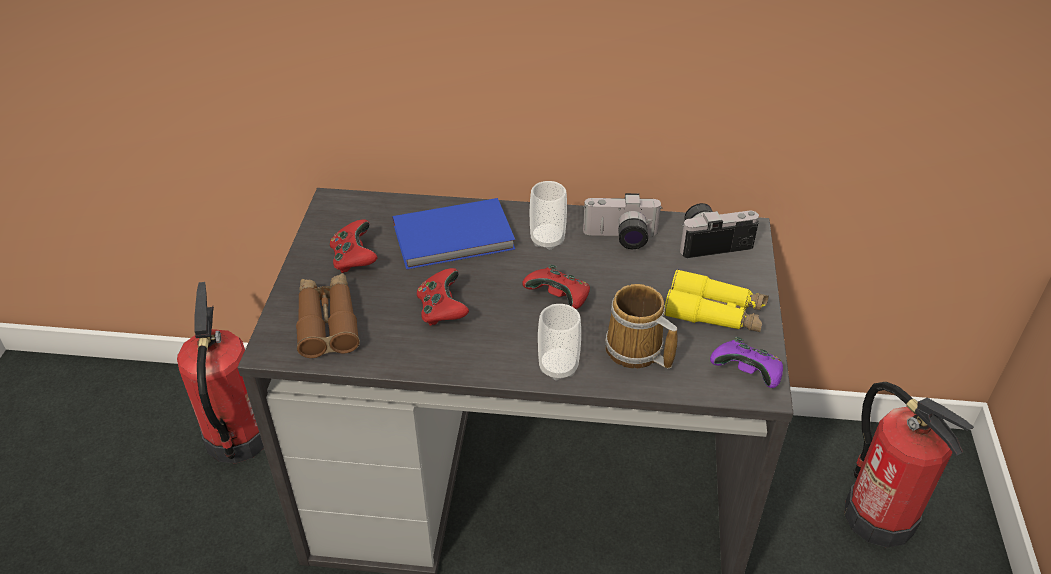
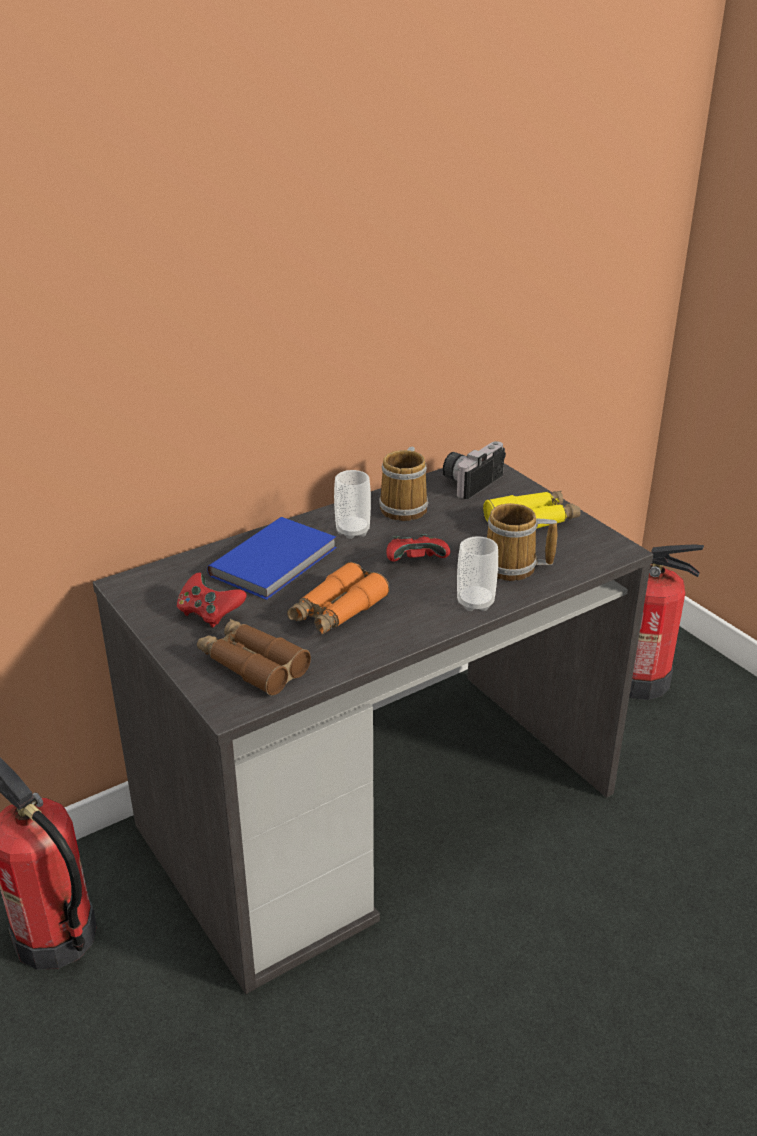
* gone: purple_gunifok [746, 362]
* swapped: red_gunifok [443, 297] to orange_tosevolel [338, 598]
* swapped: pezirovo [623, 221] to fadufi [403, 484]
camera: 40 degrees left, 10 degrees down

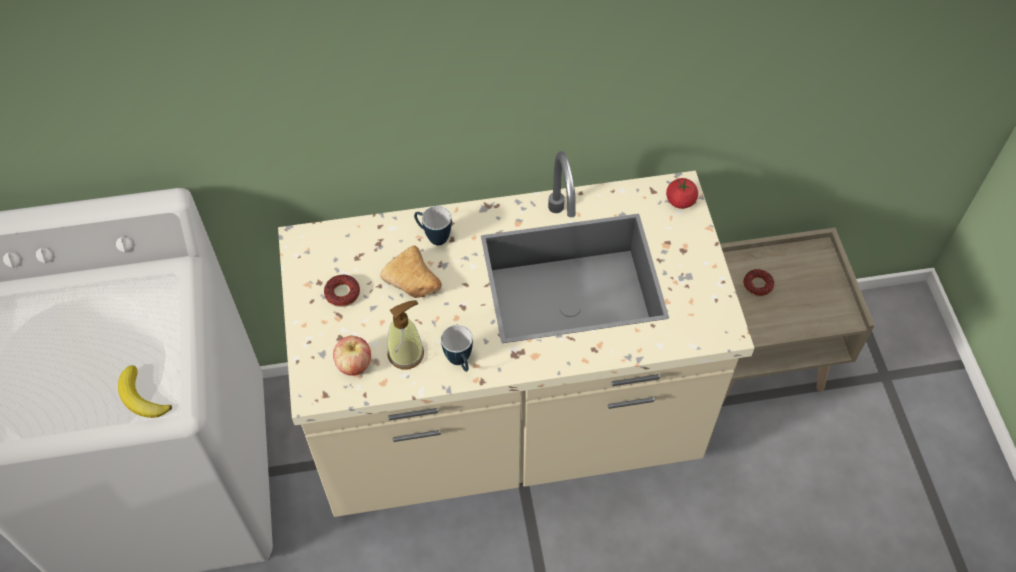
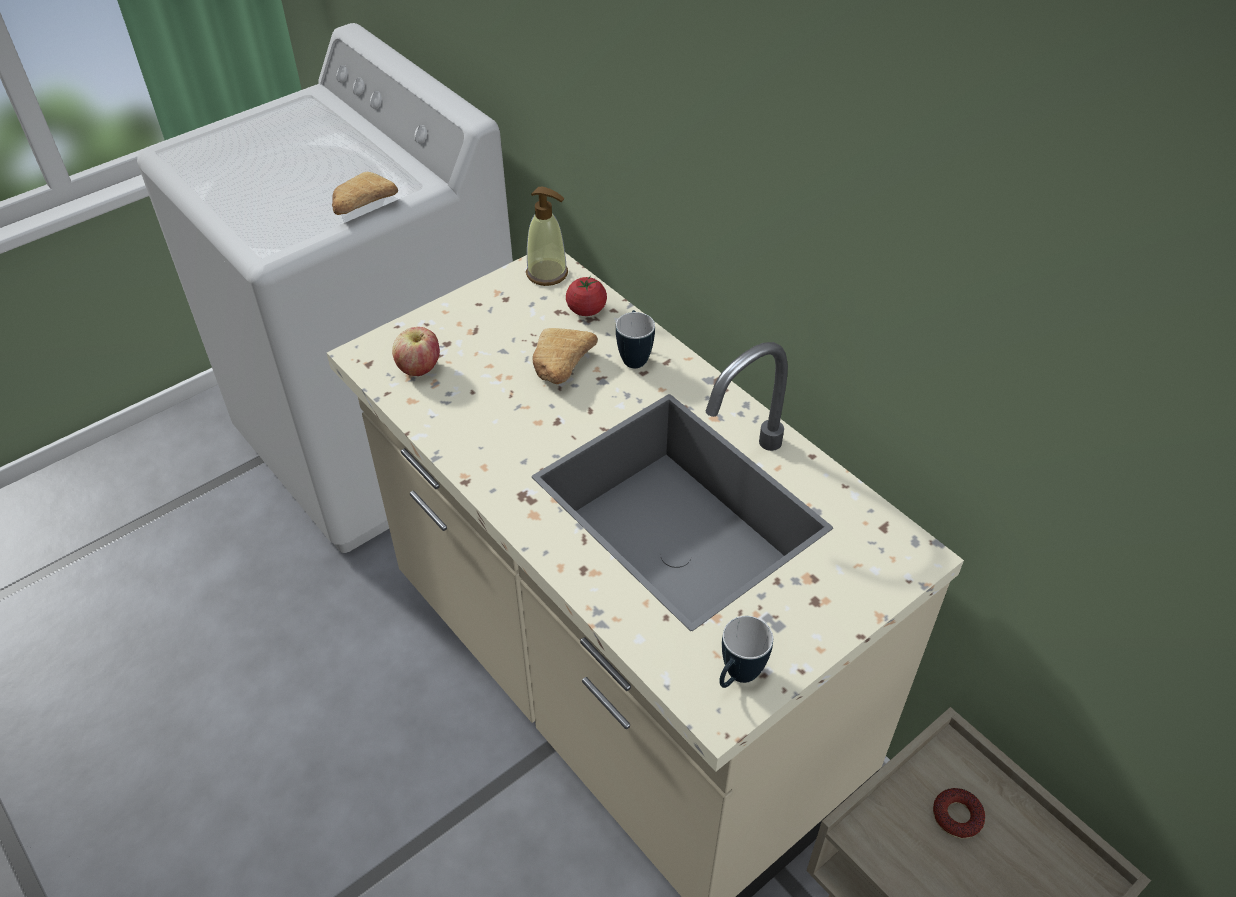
* gone: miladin [145, 392]
* gone: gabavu [342, 291]
* new: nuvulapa [365, 193]
* shifted: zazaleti [405, 334] to [547, 236]
* shifted: fadufi [457, 348] to [746, 652]
* shifted: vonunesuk [682, 193] to [586, 296]
camera: 60 degrees right, 10 degrees down

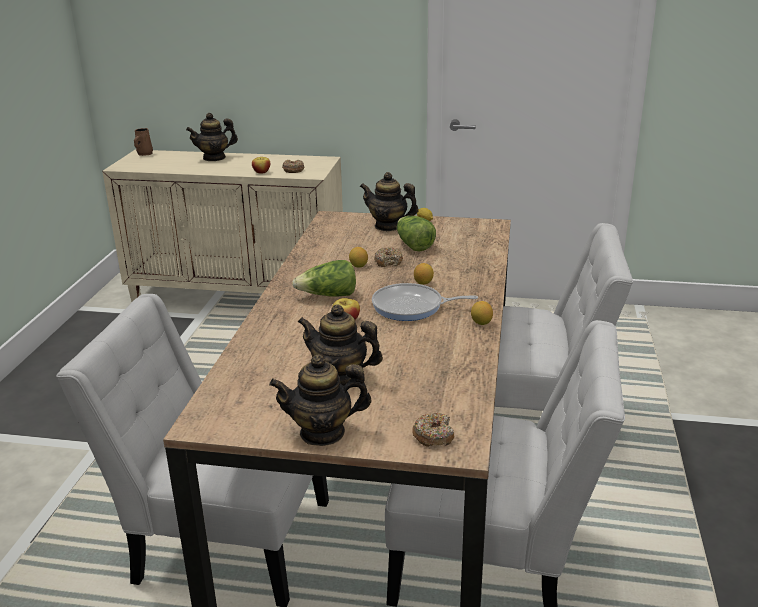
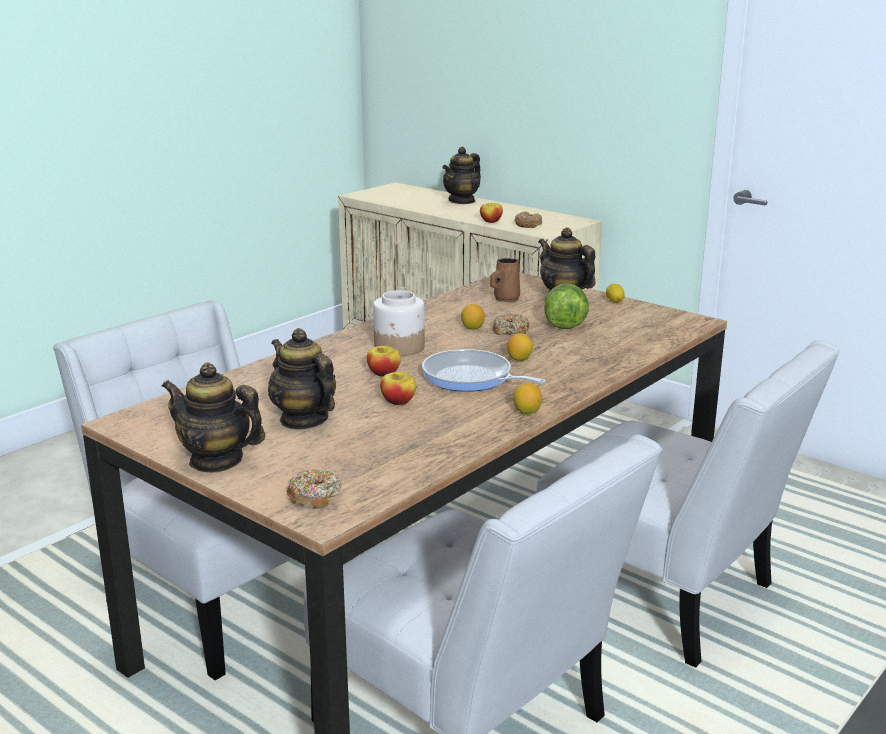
* new: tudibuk [398, 388]
* shifted: brown_fadufi [143, 142] to [505, 280]
* swapped: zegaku [324, 278] to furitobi [399, 323]
* rotated: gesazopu [212, 137] = [461, 175] 60 degrees counterclockwise
camera: 30 degrees right, 5 degrees down

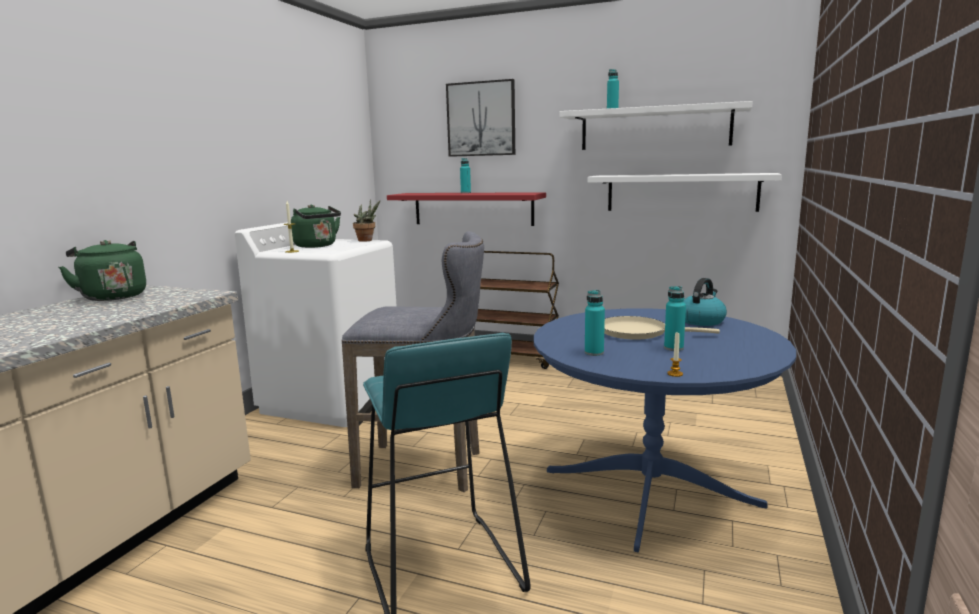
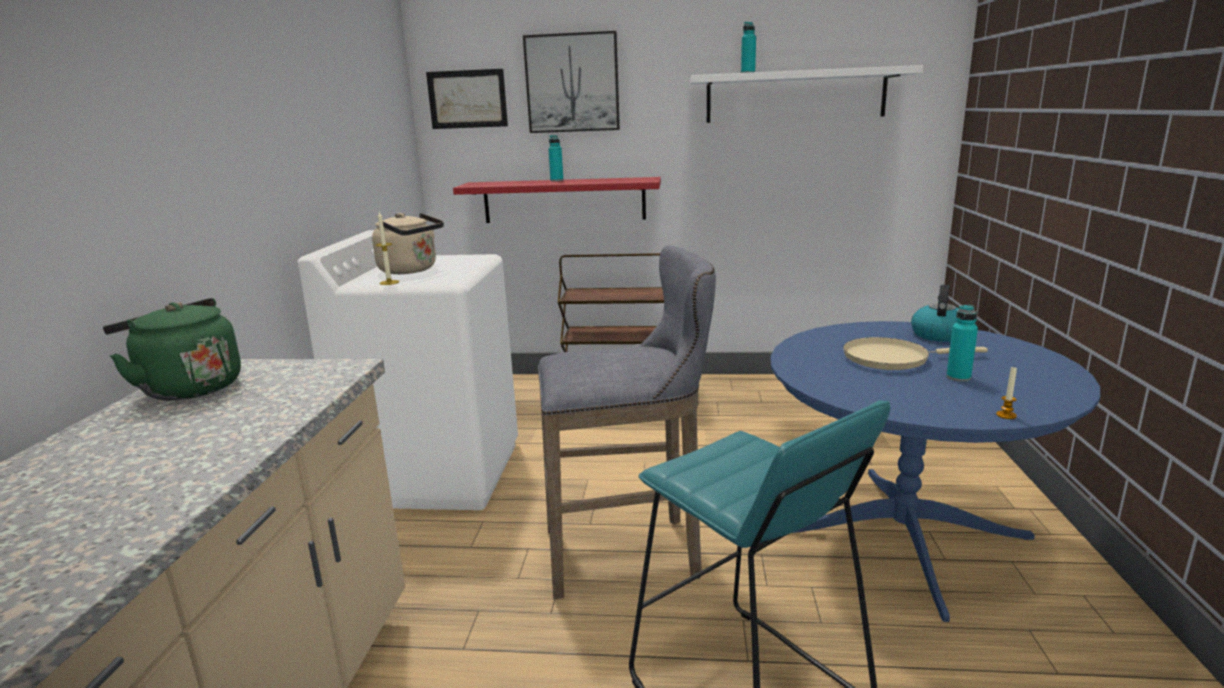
* gone: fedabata [366, 220]
* gone: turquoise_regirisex [595, 323]
* gone: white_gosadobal [684, 192]
* new: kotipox [467, 99]
* repainted: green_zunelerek [316, 226] to beige_zunelerek [408, 243]
camera: 15 degrees left, 5 degrees up

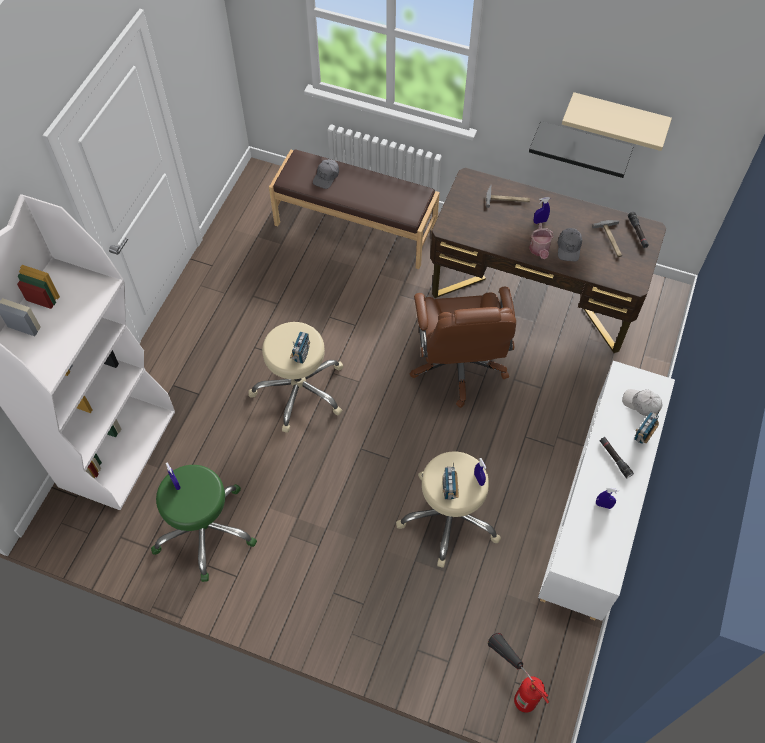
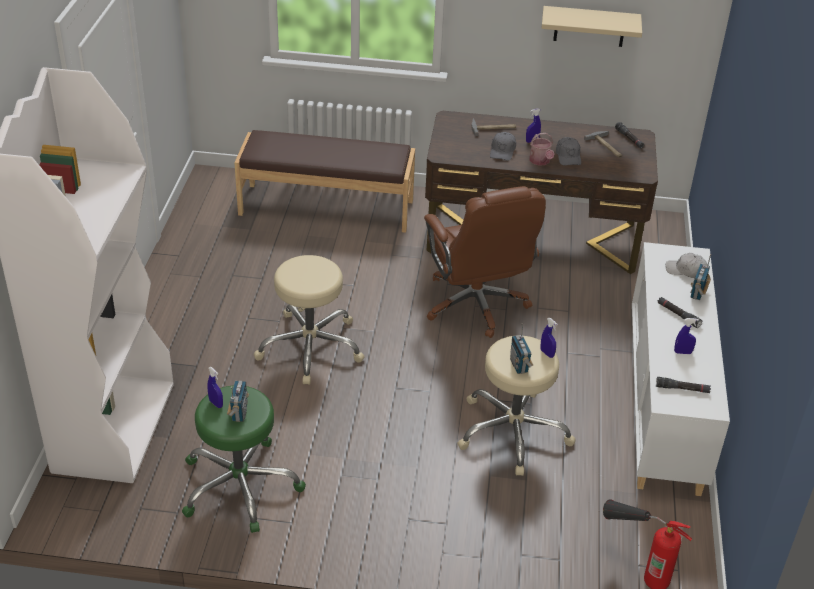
* gone: black_gosadobal [581, 149]
* new: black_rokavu [683, 385]
* shifted: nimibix [300, 347] to [238, 401]
* shifted: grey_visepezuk [326, 174] to [503, 146]
camera: 15 degrees left, 20 degrees down

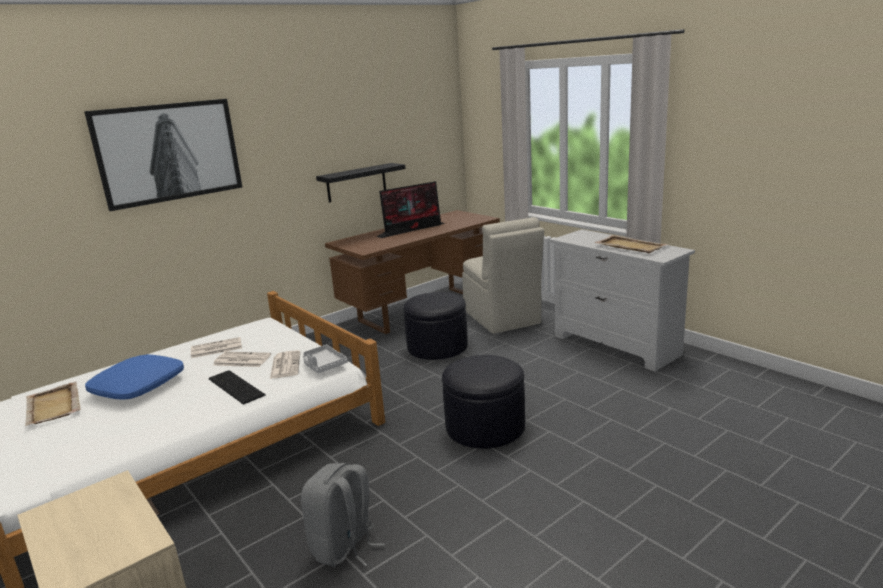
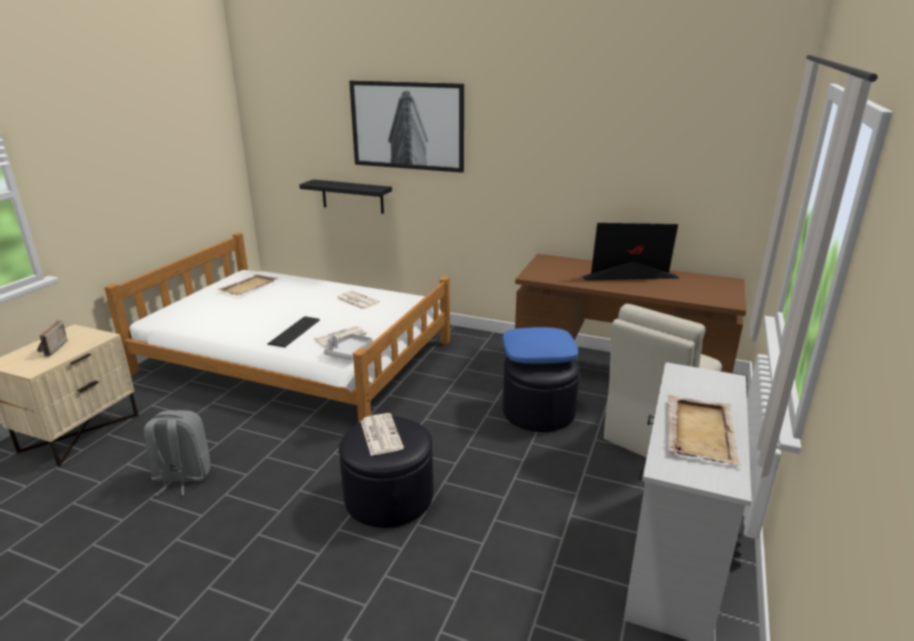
* new: nimibix [52, 338]
* shifted: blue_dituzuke [134, 377] to [540, 345]
* shifted: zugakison [242, 359] to [382, 434]
* shifted: black_gosadobal [361, 183] to [345, 196]
* rotated: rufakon [411, 209] = [630, 252] 150 degrees clockwise
camera: 60 degrees right, 5 degrees up

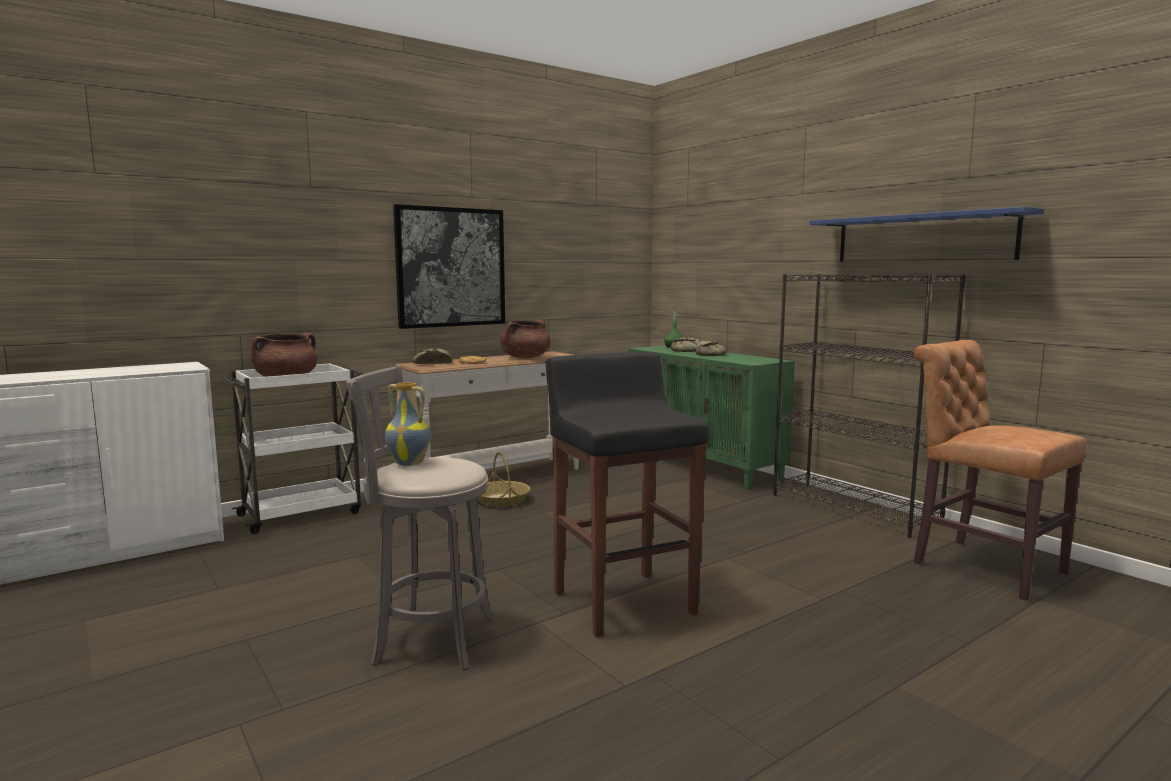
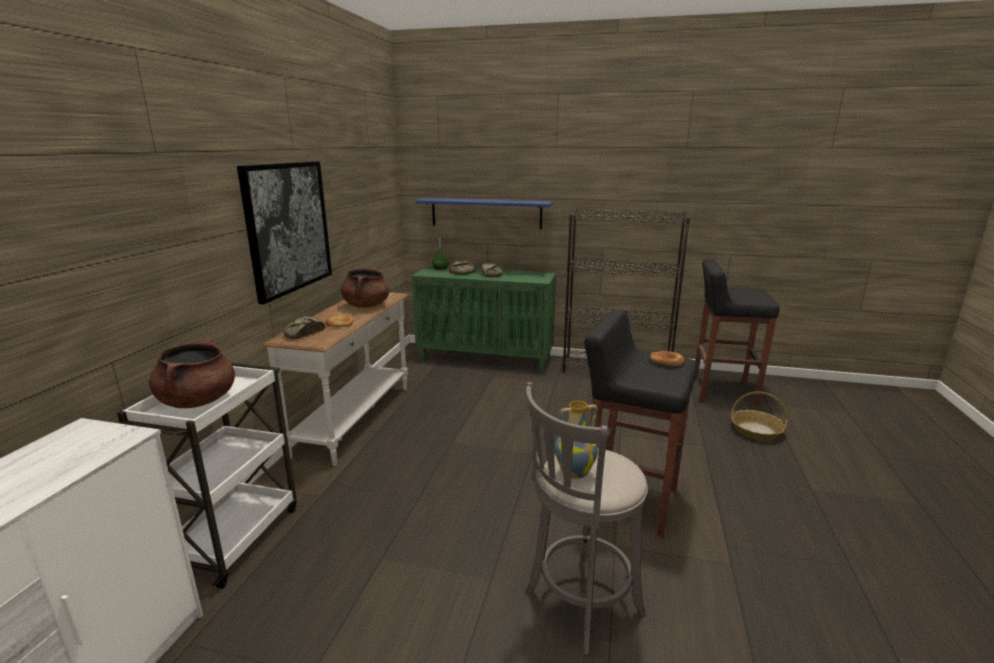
* new: nuvulapa [667, 358]
* shifted: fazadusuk [503, 479] to [759, 415]
* shifted: blue_gosadobal [926, 234] to [484, 213]
* swapped: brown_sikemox [1000, 470] to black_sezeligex [737, 332]
camera: 40 degrees left, 10 degrees up

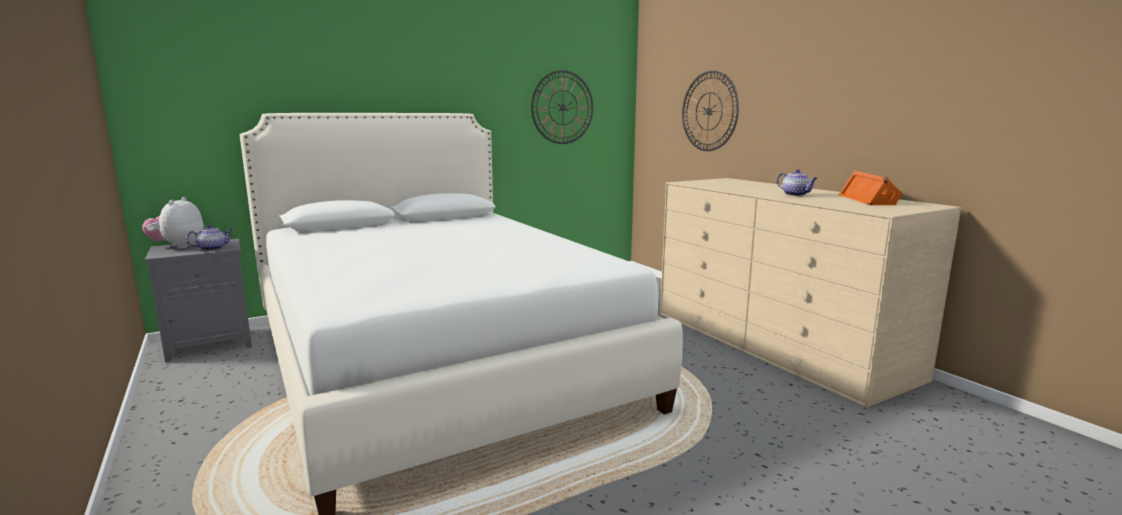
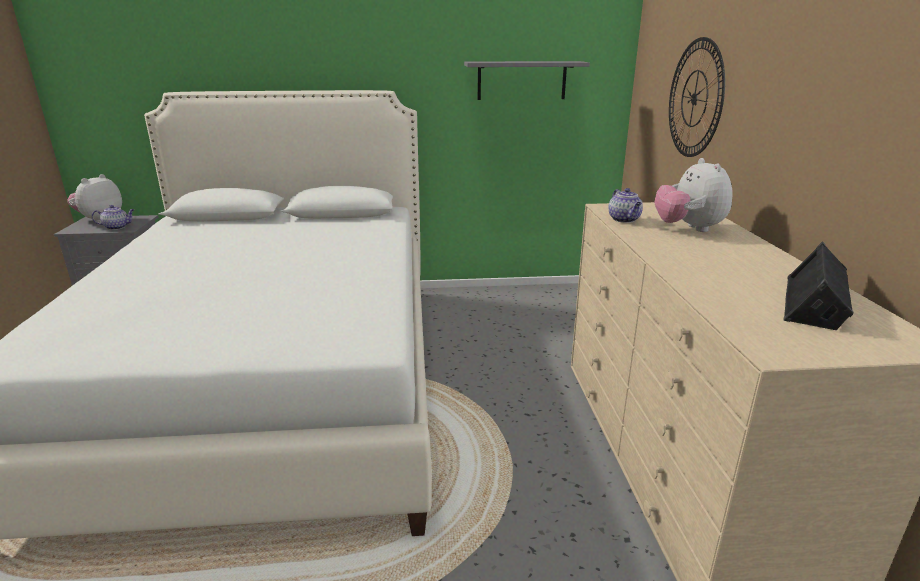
* new: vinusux [694, 195]
* shifted: gesazopu [797, 182] to [625, 205]
* swapped: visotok [562, 107] to grey_gosadobal [527, 80]
* repainted: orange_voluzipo [871, 187] to black_voluzipo [818, 285]
camera: 25 degrees right, 10 degrees up

